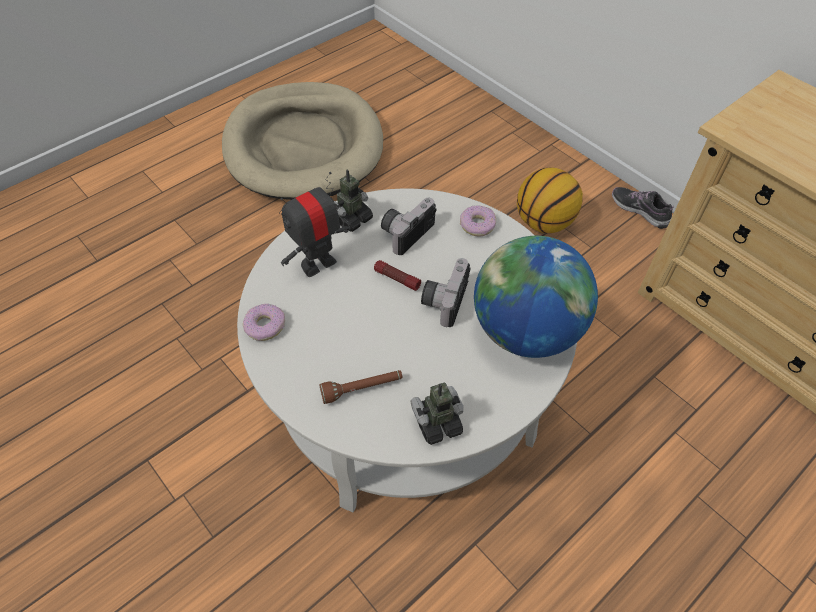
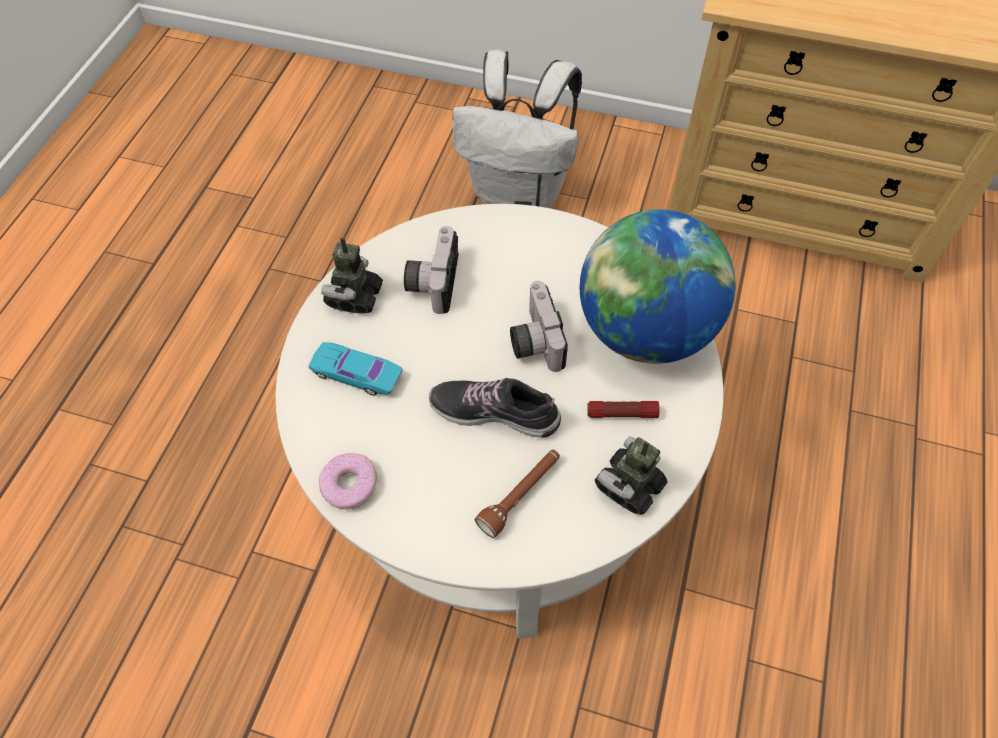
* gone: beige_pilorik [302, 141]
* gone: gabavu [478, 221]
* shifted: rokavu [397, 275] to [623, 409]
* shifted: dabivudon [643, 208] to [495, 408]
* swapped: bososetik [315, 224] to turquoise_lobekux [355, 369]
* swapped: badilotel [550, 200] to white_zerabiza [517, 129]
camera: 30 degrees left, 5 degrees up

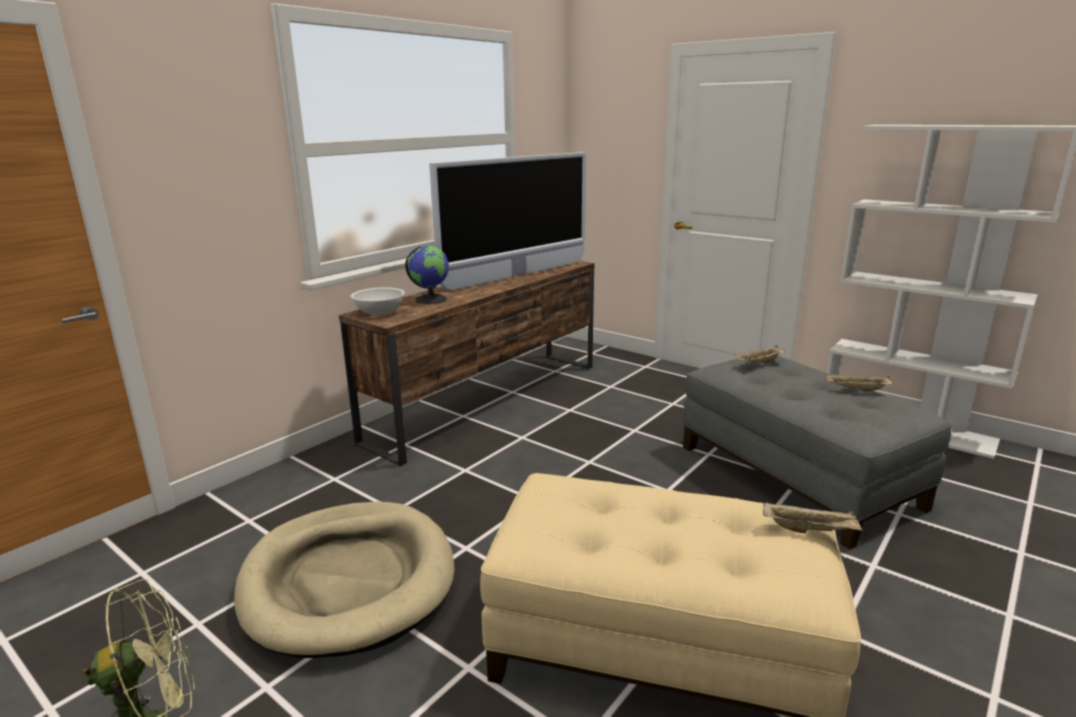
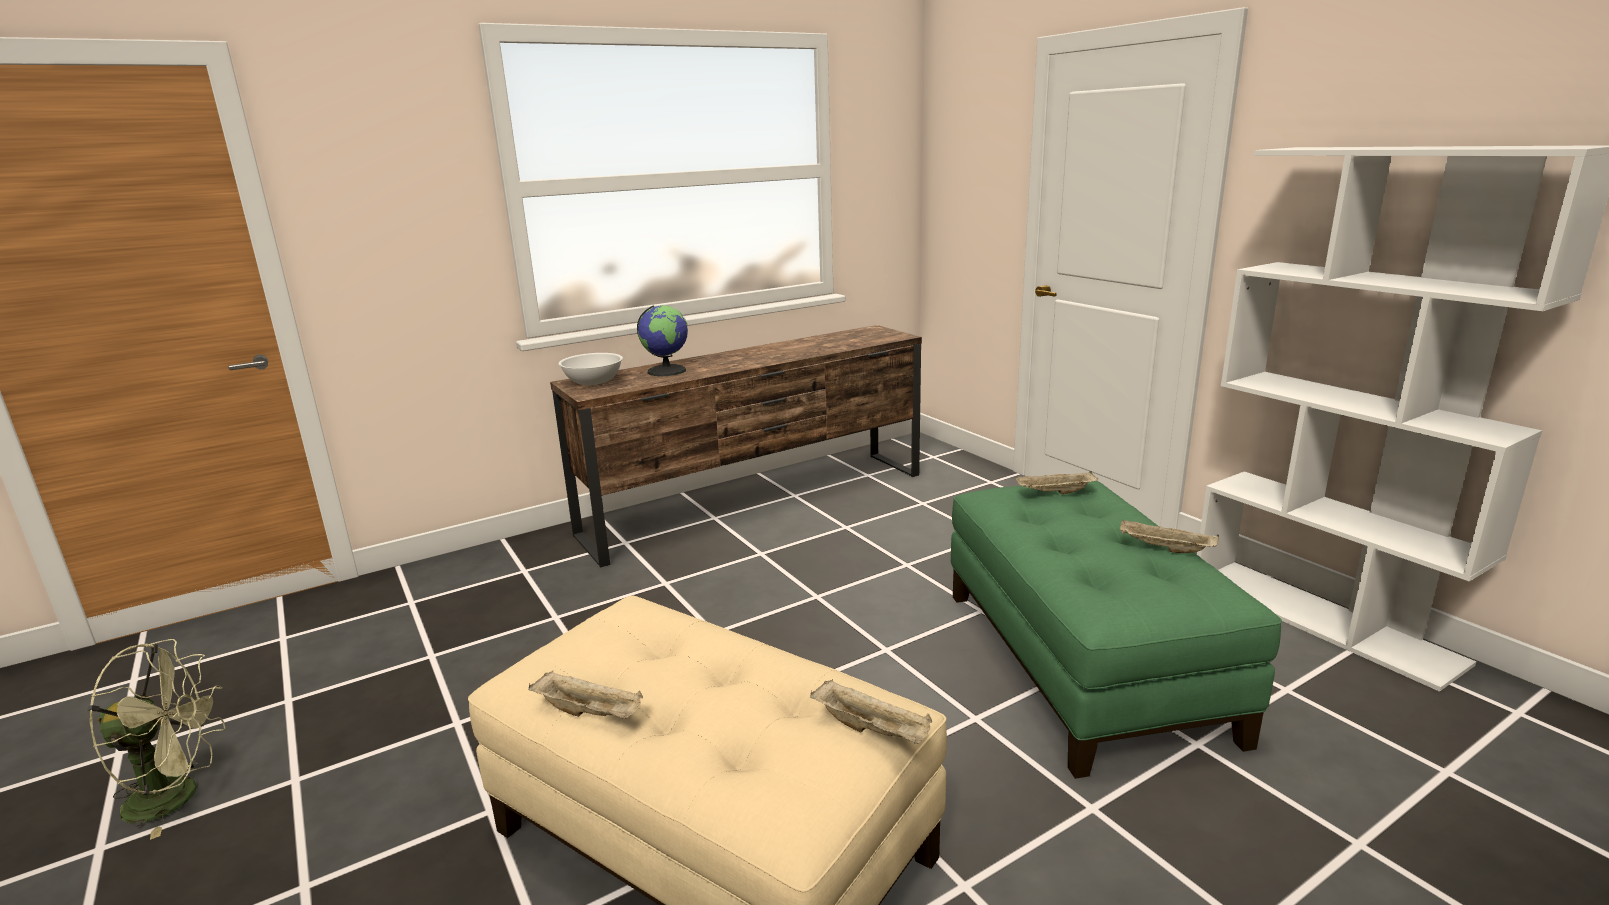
* gone: beige_pilorik [344, 580]
* gone: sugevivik [507, 221]
* new: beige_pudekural [585, 695]
* repainted: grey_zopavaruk [817, 453] to green_zopavaruk [1116, 630]
camera: 20 degrees right, 0 degrees up

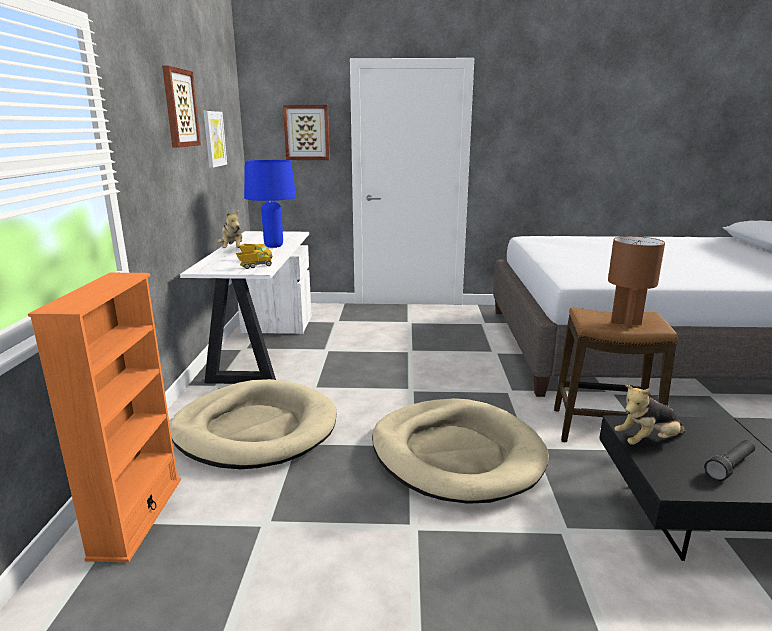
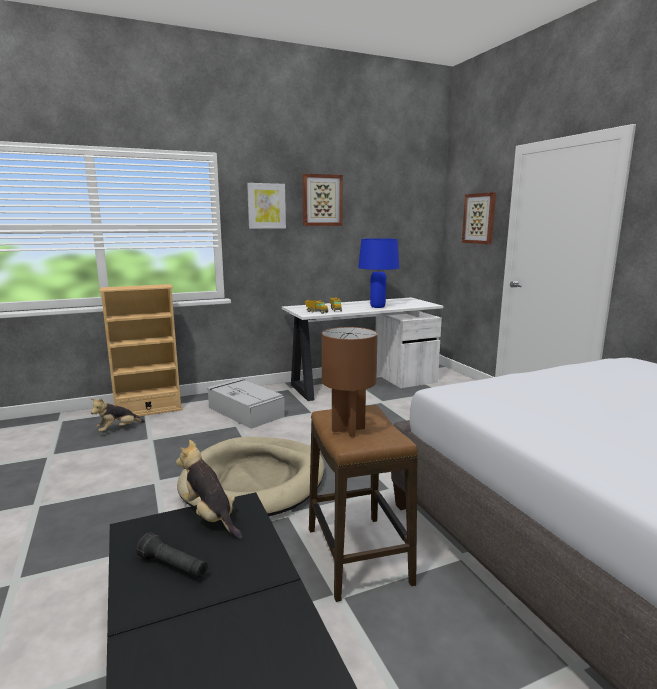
* shifted: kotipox [215, 139] to [266, 206]
* shifted: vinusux [230, 229] to [117, 415]
* swapped: beige_pilorik [253, 424] to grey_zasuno [246, 404]
* repainted: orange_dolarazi [104, 418] to beige_dolarazi [141, 352]
camera: 65 degrees right, 5 degrees down

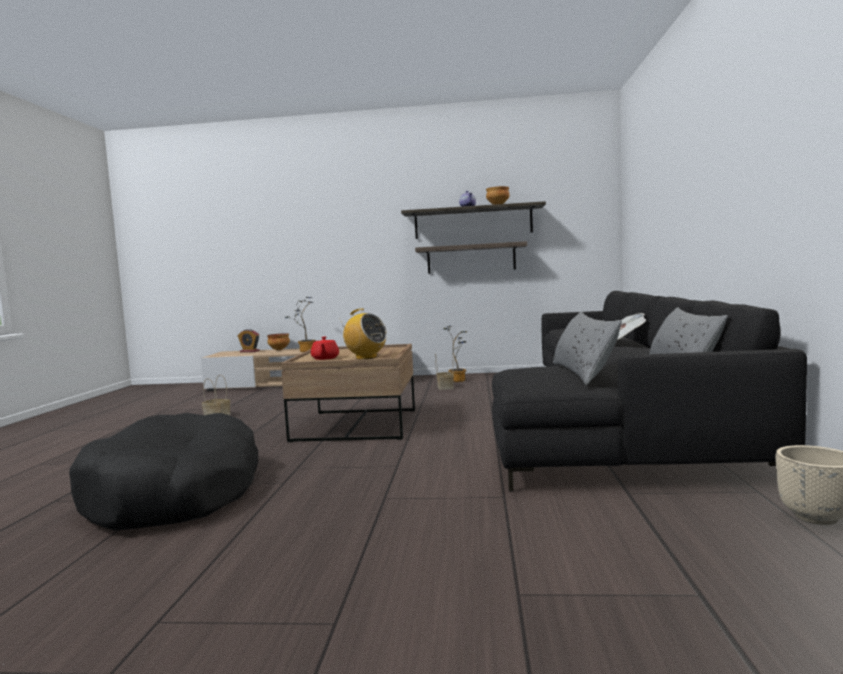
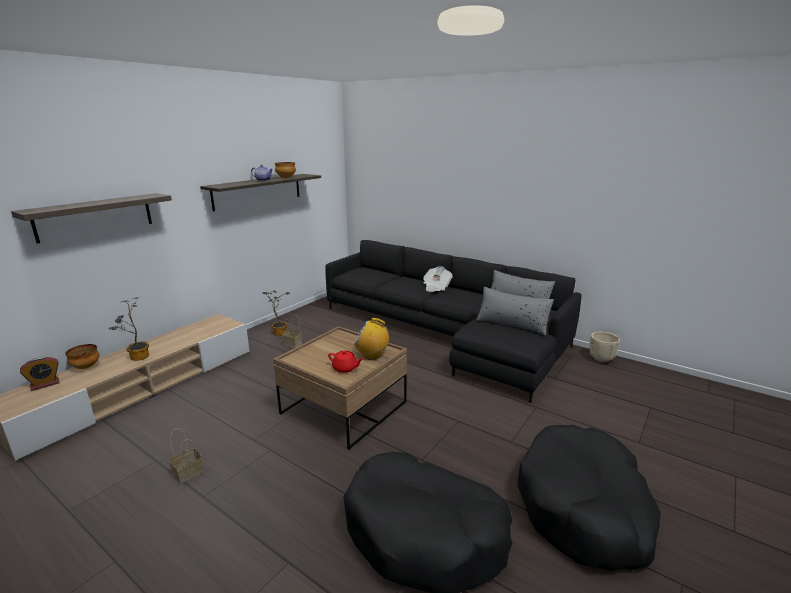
* new: black_pilorik [589, 498]
* shifted: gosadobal [471, 257] to [91, 218]
* rotated: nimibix [363, 333] = [372, 339] 150 degrees counterclockwise
camera: 60 degrees left, 15 degrees up

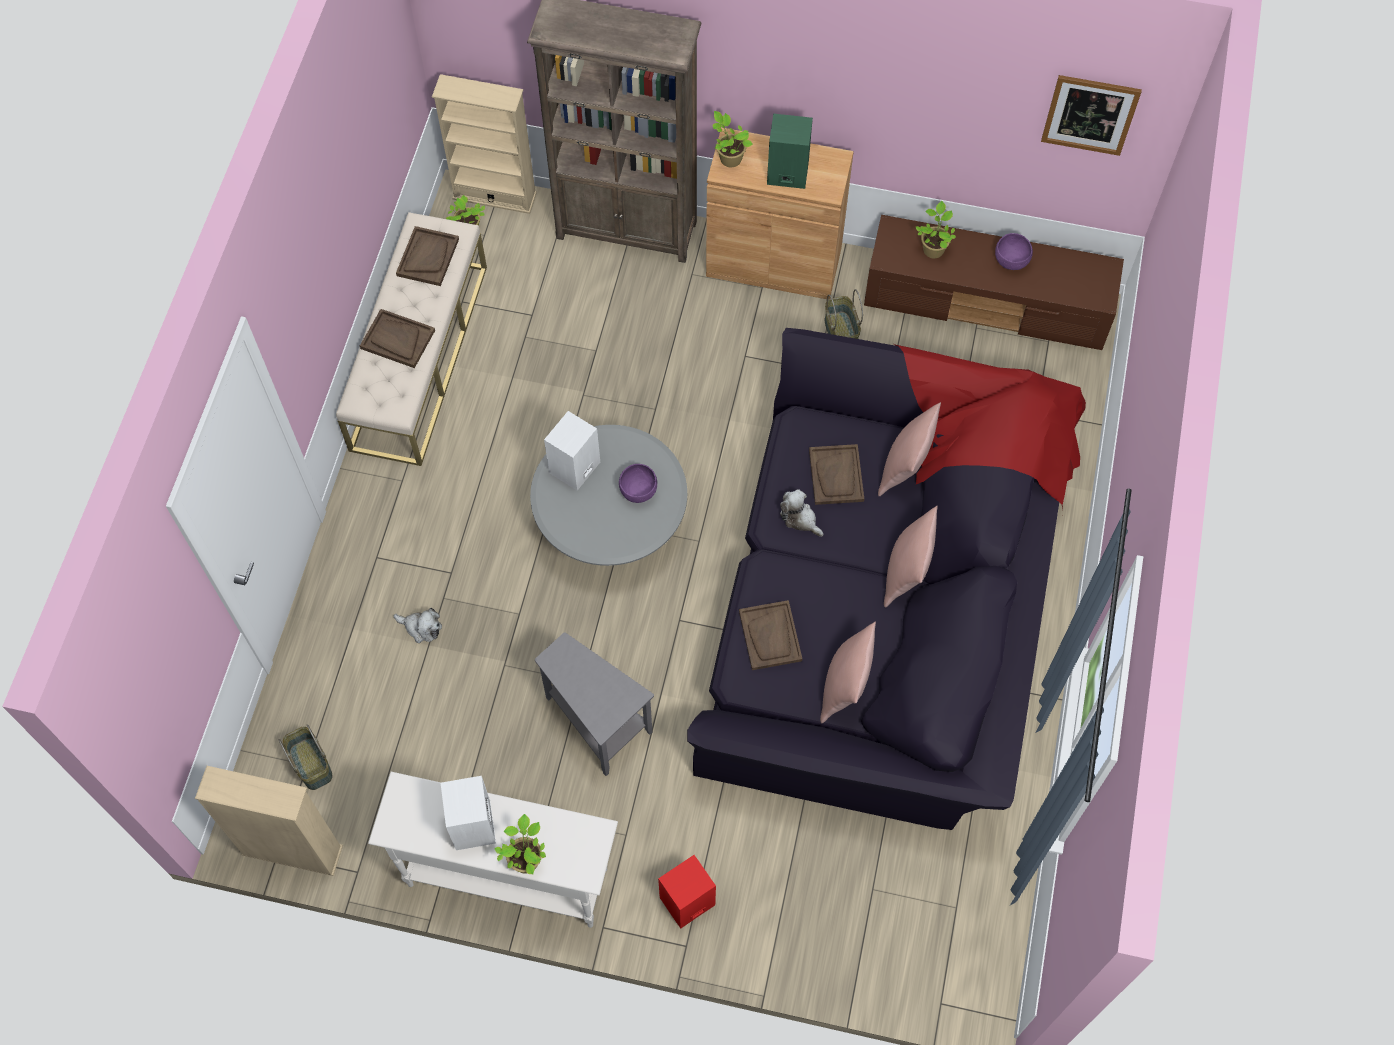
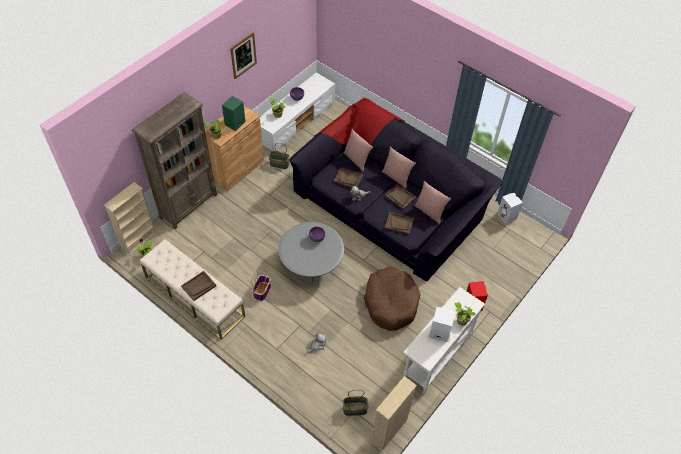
* new: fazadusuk [261, 286]
* shifted: brown_pudekural [427, 256] to [400, 197]
* shifted: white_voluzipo [572, 451] to [510, 208]
* shifted: kotipox [1091, 115] to [243, 55]
* swapped: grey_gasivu [594, 704] to brown_pilorik [392, 298]
* repainted: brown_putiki [994, 282] to white_putiki [297, 112]
camera: 65 degrees left, 10 degrees down

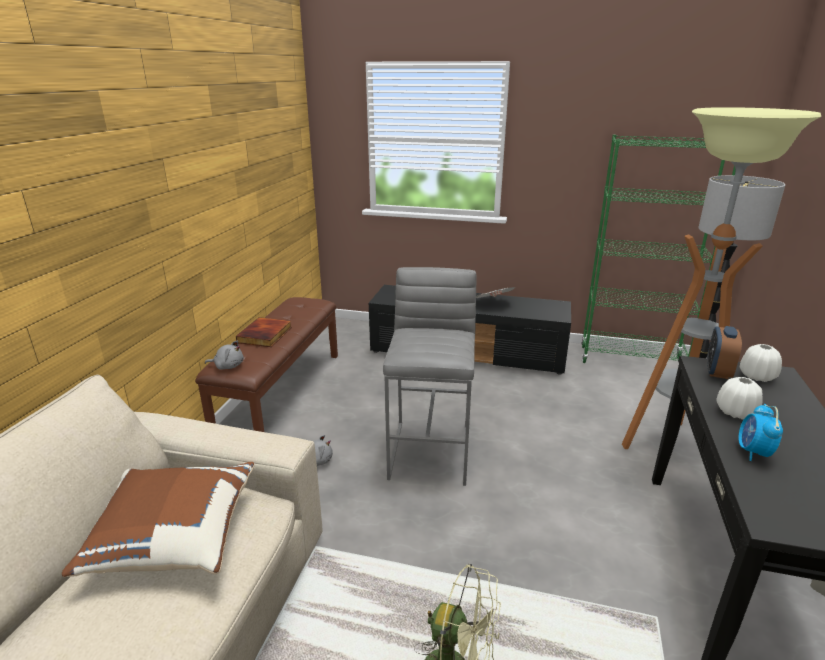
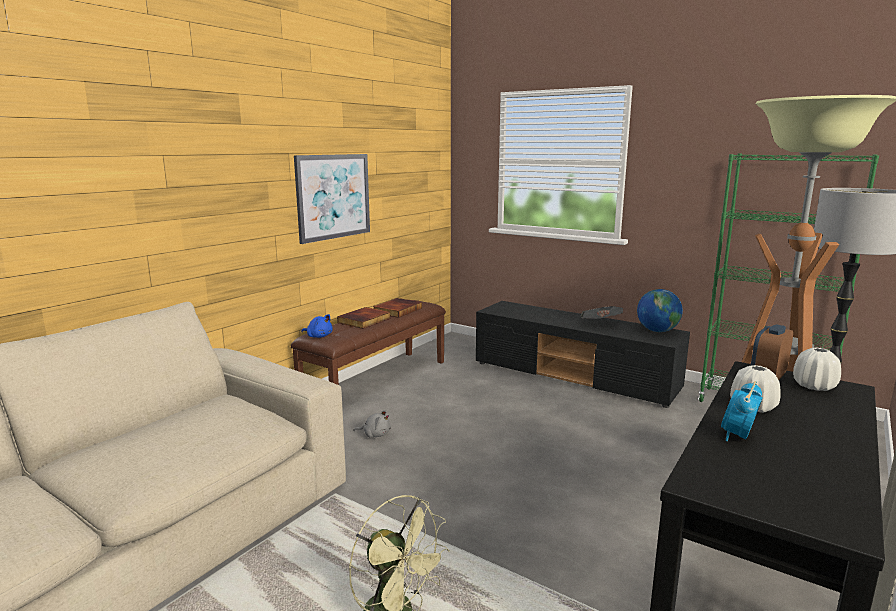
* gone: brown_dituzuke [158, 519]
* gone: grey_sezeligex [429, 376]
* new: kotipox [332, 199]
* new: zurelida [397, 308]
* new: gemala [660, 310]
* repainted: grey_vinusux [224, 355] to blue_vinusux [317, 326]
camera: 20 degrees right, 10 degrees down

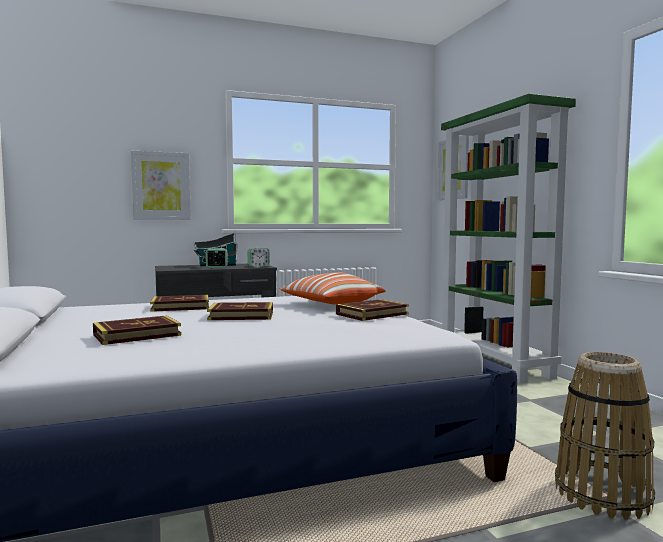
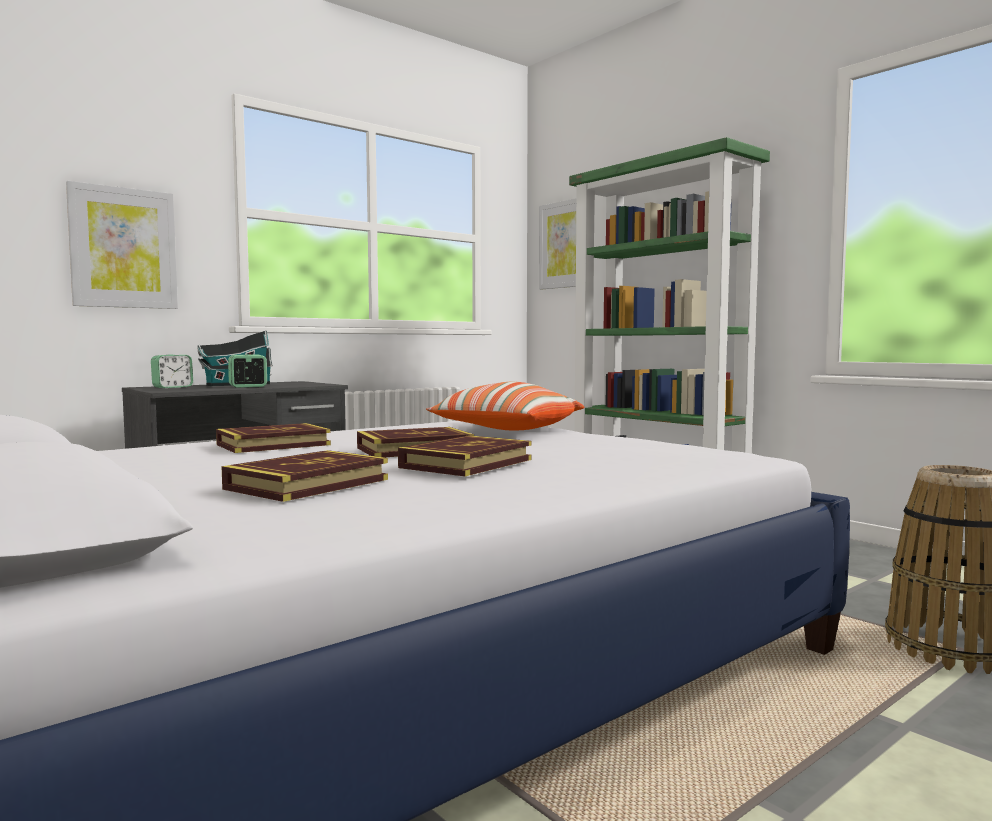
* shifted: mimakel [258, 257] to [172, 371]
* shifted: zurelida [372, 310] to [465, 455]
camera: 20 degrees left, 0 degrees up

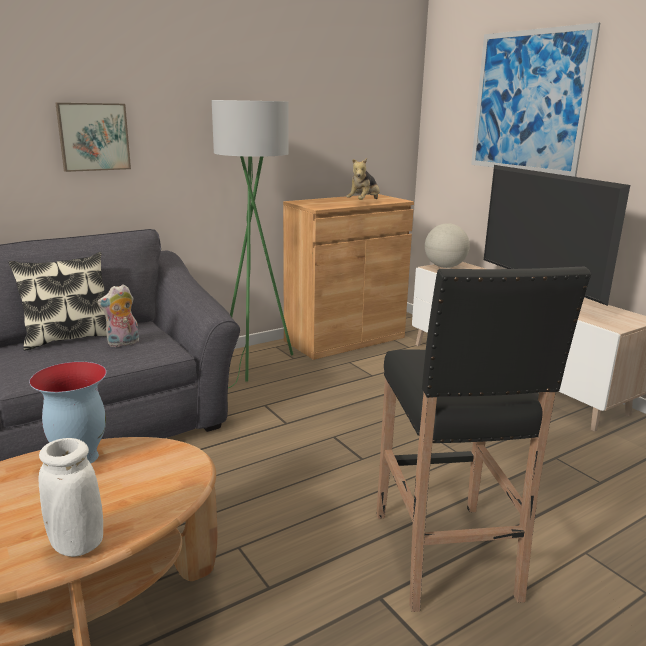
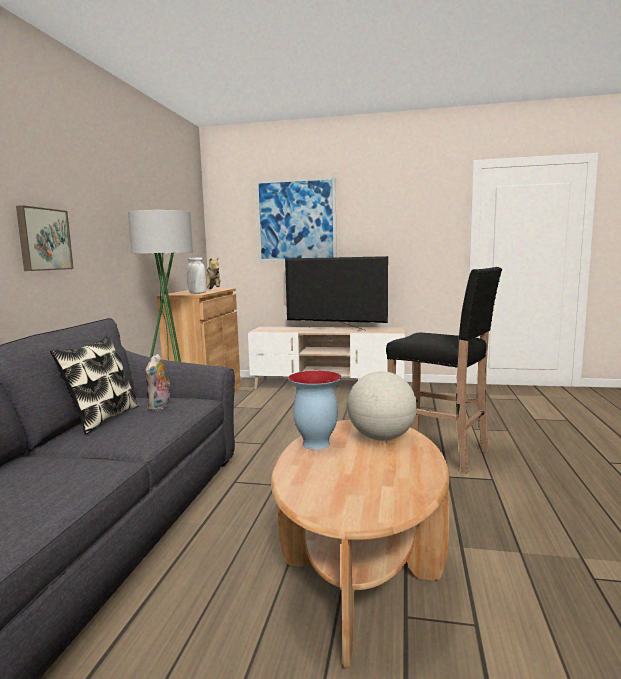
* shifted: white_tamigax [71, 497] to [197, 275]
* shifted: gemala [447, 245] to [382, 406]
camera: 45 degrees left, 10 degrees down

